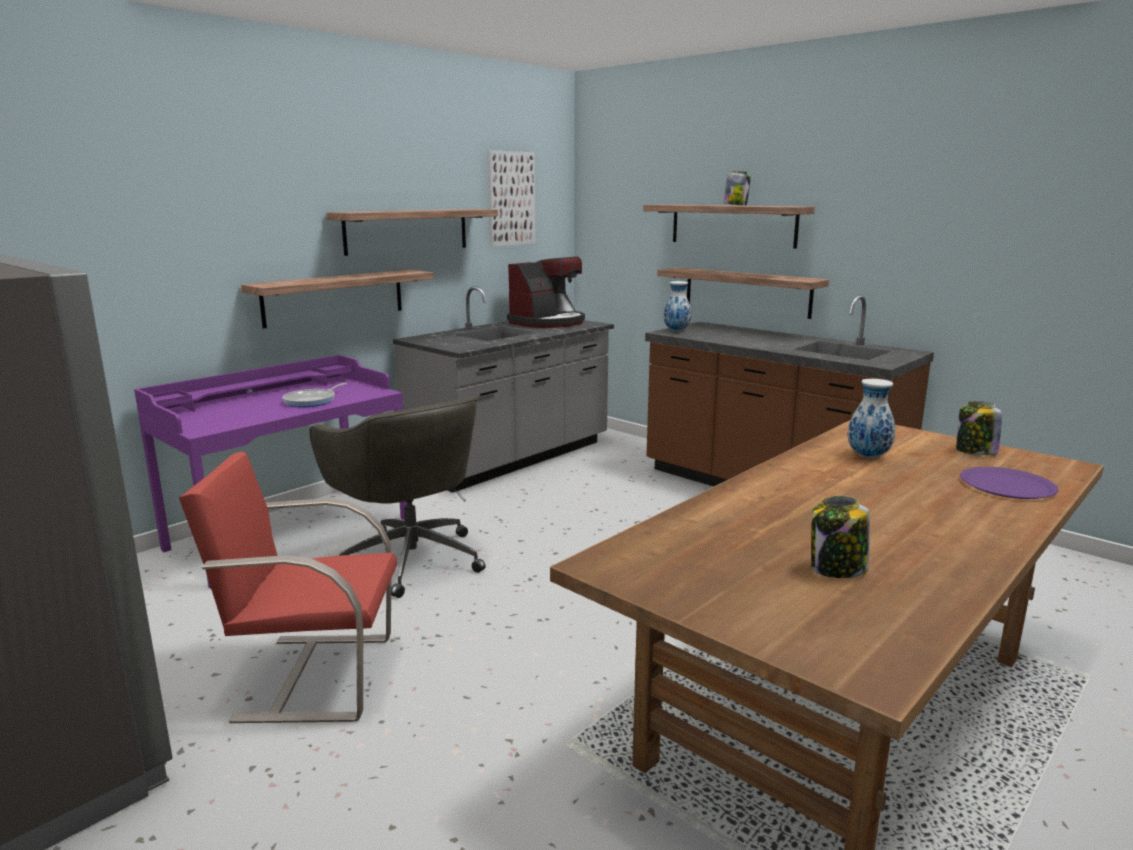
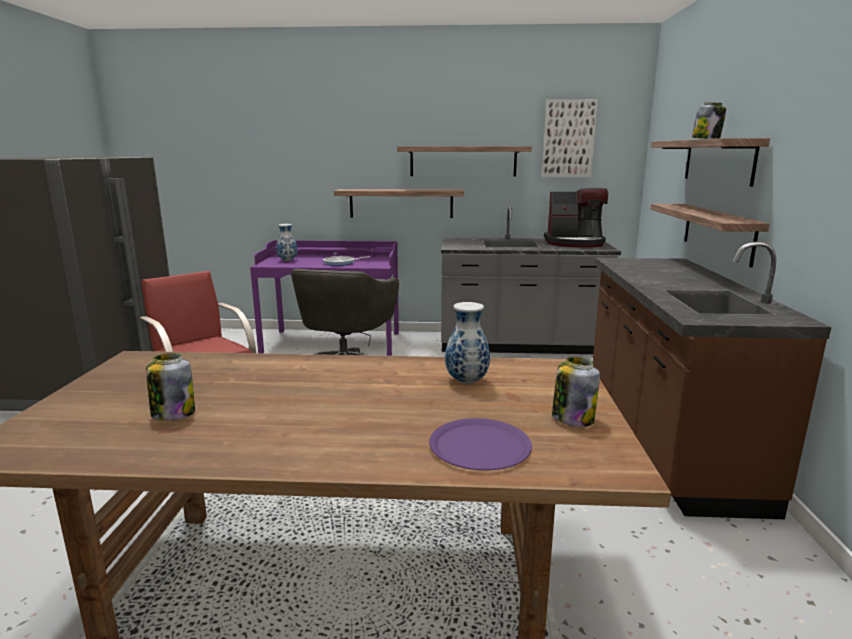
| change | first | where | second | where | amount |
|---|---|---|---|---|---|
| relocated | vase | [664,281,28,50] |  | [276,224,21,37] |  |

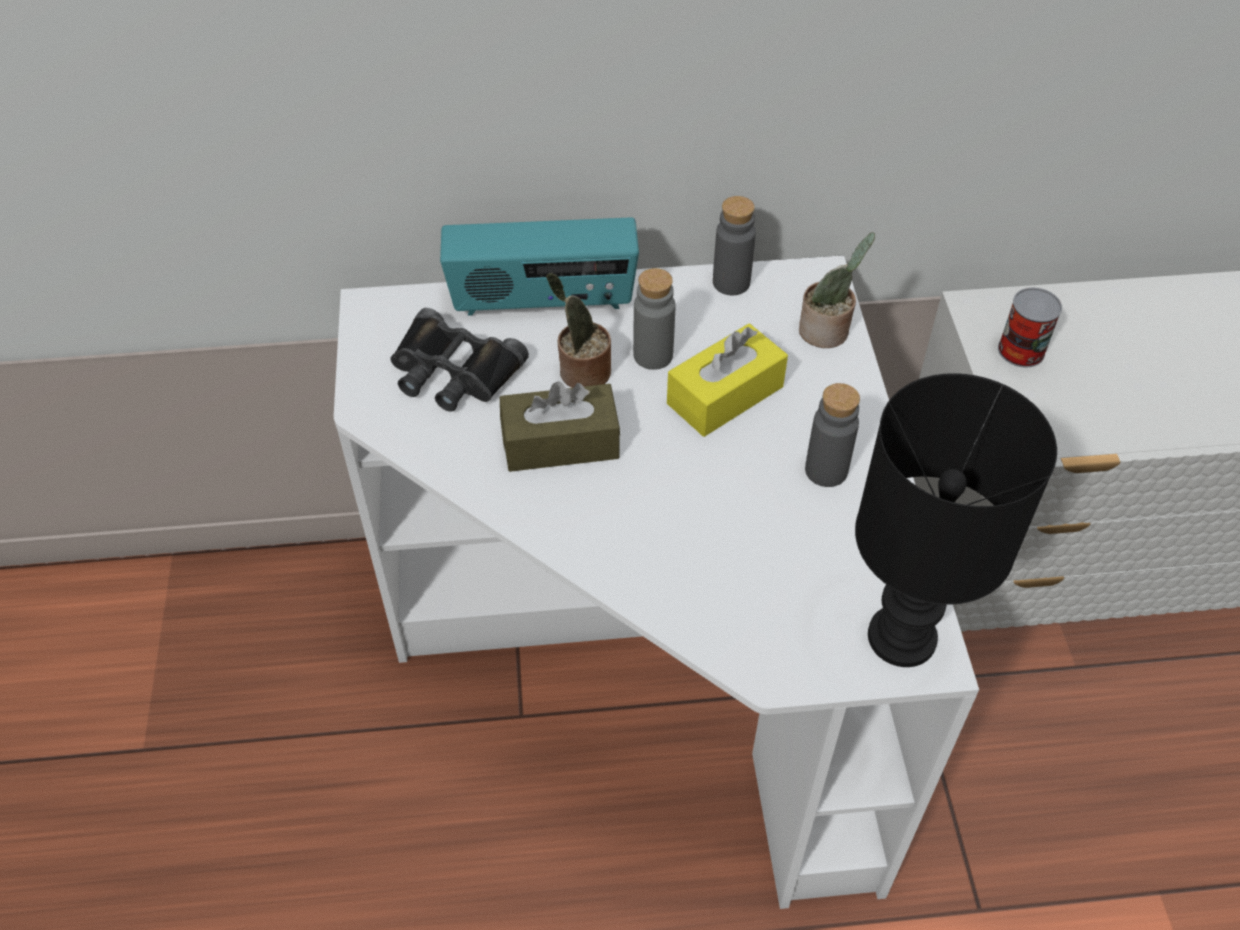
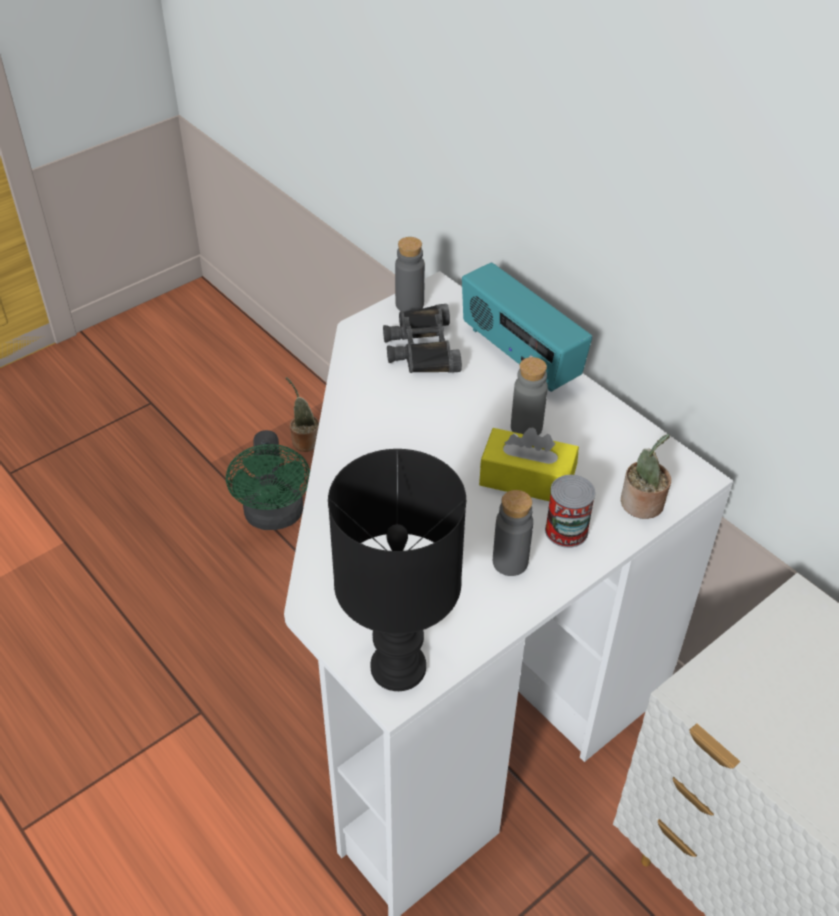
| change | first | where | second | where | amount |
|---|---|---|---|---|---|
| missing | brown tissue box | [500,381,120,91] |  |  |  |
| relocated | potted plant | [546,273,65,115] |  | [286,377,33,75] |  |
| relocated | grey bottle | [713,196,43,99] |  | [395,237,30,75] |  |
| relocated | can | [998,288,64,79] |  | [545,475,50,73] |  |
| appeared |  |  | green fan | [226,430,84,100] |  |

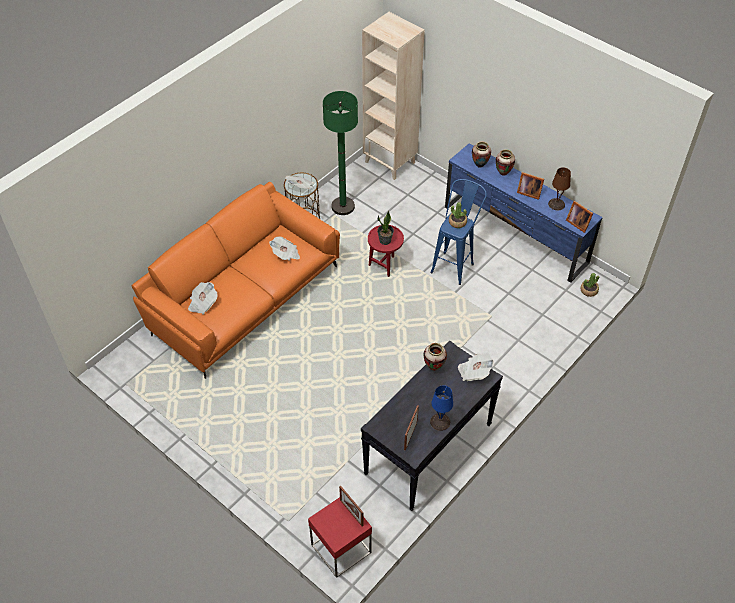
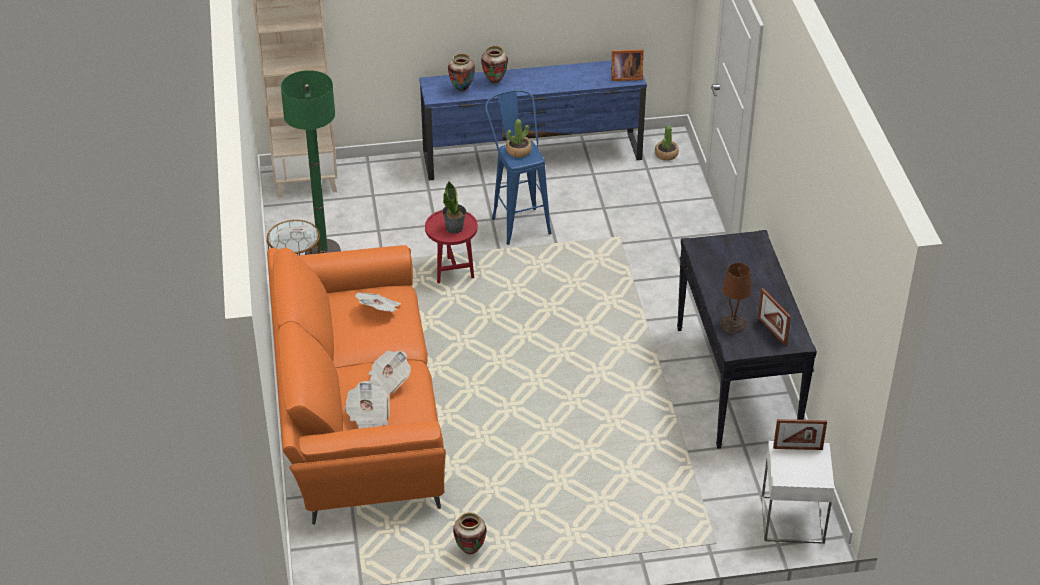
| change | first | where | second | where | amount |
|---|---|---|---|---|---|
| colour | red side table | [308,497,64,81] | white side table | [761,441,73,103] |  |
| relocated | vase | [423,343,24,28] |  | [453,512,33,42] |  |
| missing | blue table lamp | [430,385,23,46] |  |  |  |
| relocated | newspaper | [458,354,36,27] |  | [368,351,43,43] |  |
| missing | picture frame | [517,172,27,28] |  |  |  |
| relocated | brown table lamp | [548,167,23,43] |  | [720,263,31,70] |  |

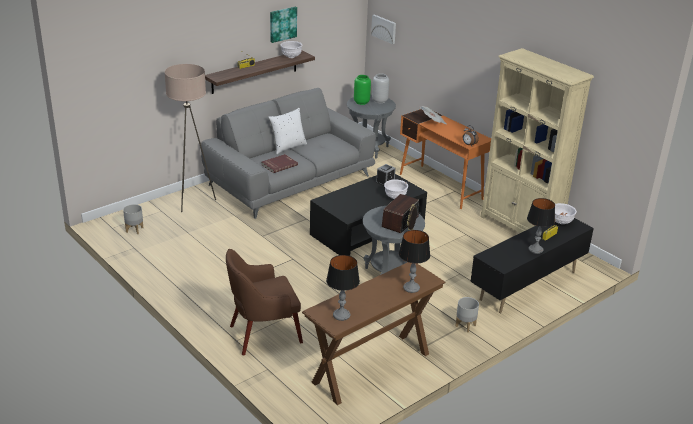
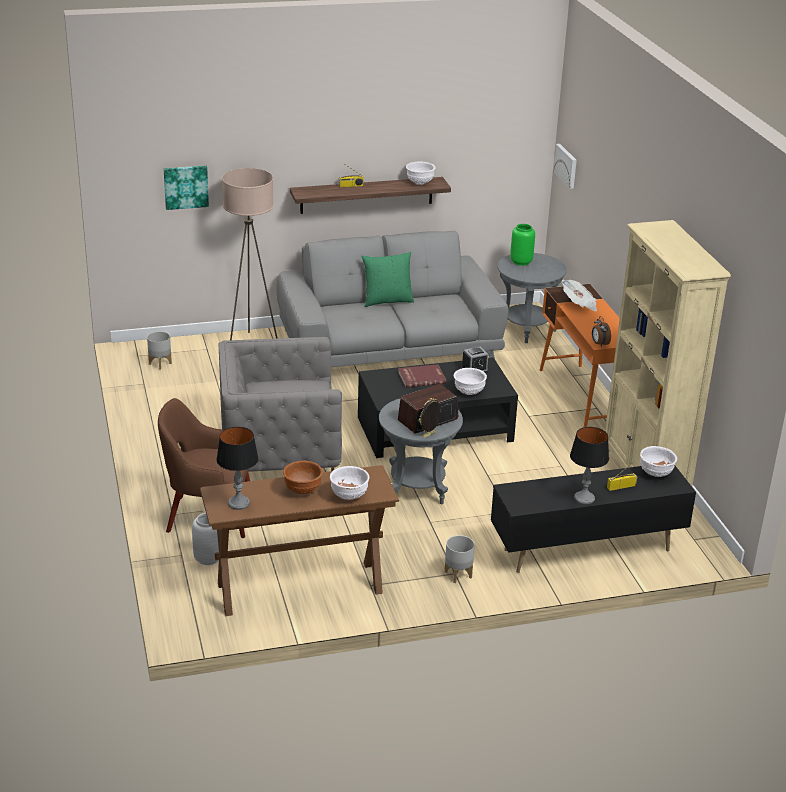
| change | first | where | second | where | amount |
|---|---|---|---|---|---|
| relocated | red book | [261,154,37,19] |  | [398,364,48,24] |  |
| colour | white pillow | [268,108,39,46] | green pillow | [361,252,53,55] |  |
| relocated | picture | [270,7,27,36] |  | [164,166,45,44] |  |
| relocated | grey vase | [372,74,17,29] |  | [192,513,27,52] |  |
| exchanged | table lamp | [399,230,31,63] | white bowl | [330,466,39,34] |  |
| appeared |  |  | grey armchair | [219,337,123,135] |  |
| appeared |  |  | brown bowl | [283,461,40,33] |  |

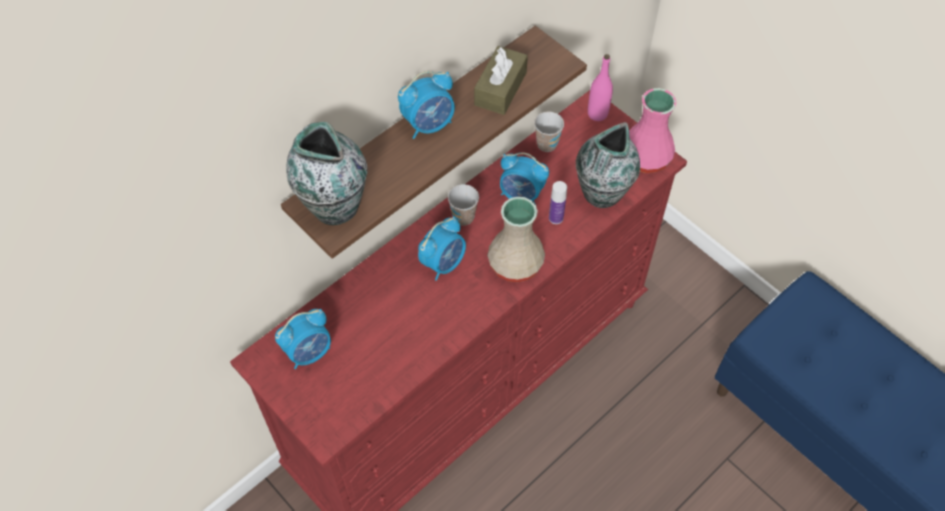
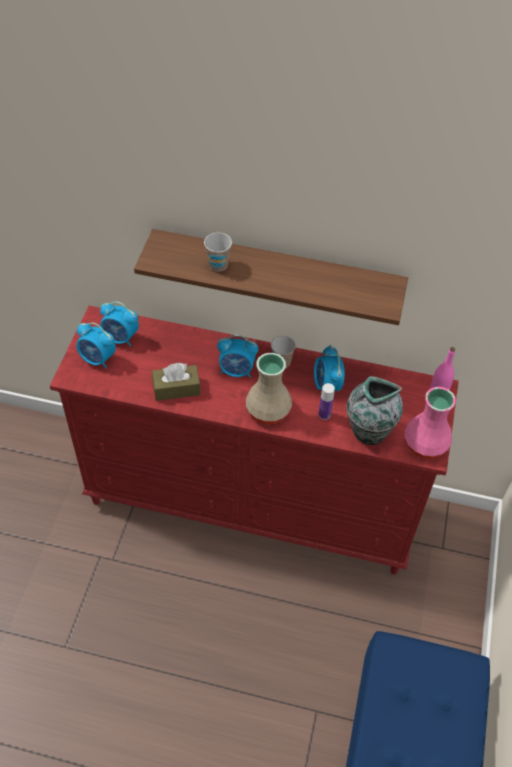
| change | first | where | second | where | amount |
|---|---|---|---|---|---|
| missing | vase | [287,122,80,103] |  |  |  |
| relocated | alarm clock | [398,71,57,68] |  | [76,323,40,46] |  |
| relocated | brown tissue box | [474,46,54,69] |  | [152,363,49,38] |  |
| relocated | cup | [534,111,30,41] |  | [204,232,28,40] |  |

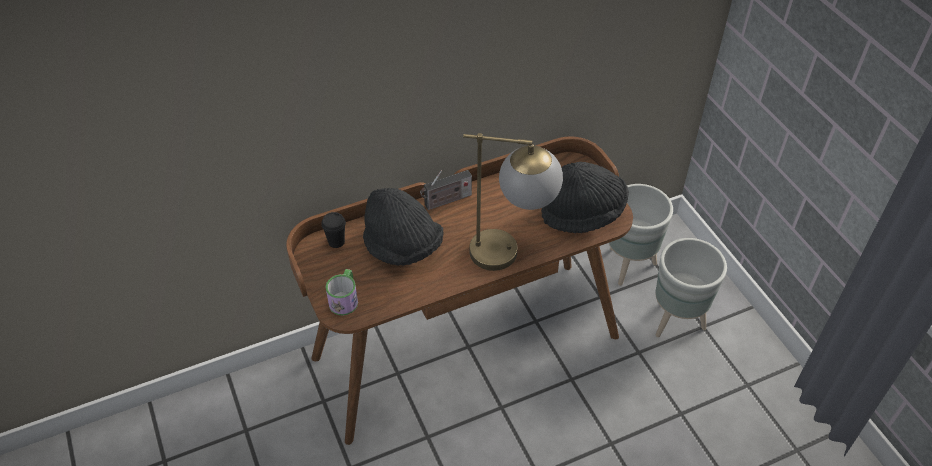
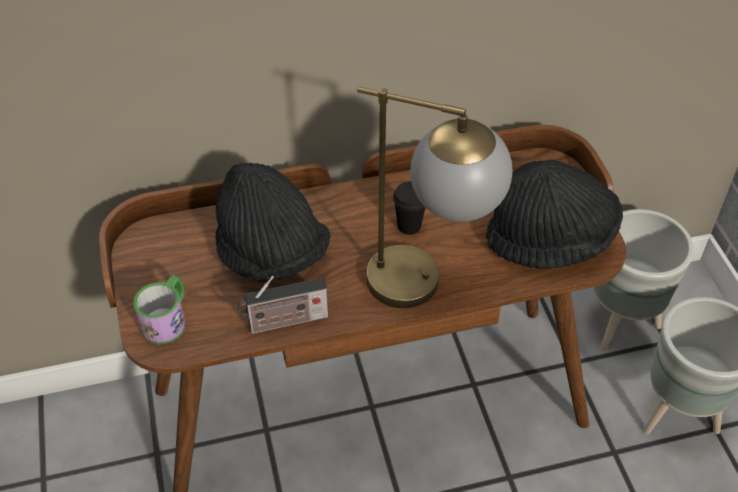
| change | first | where | second | where | amount |
|---|---|---|---|---|---|
| relocated | black cup | [321,212,25,36] |  | [393,181,32,54] |  |
| relocated | radio | [420,170,52,40] |  | [237,276,92,58] |  |

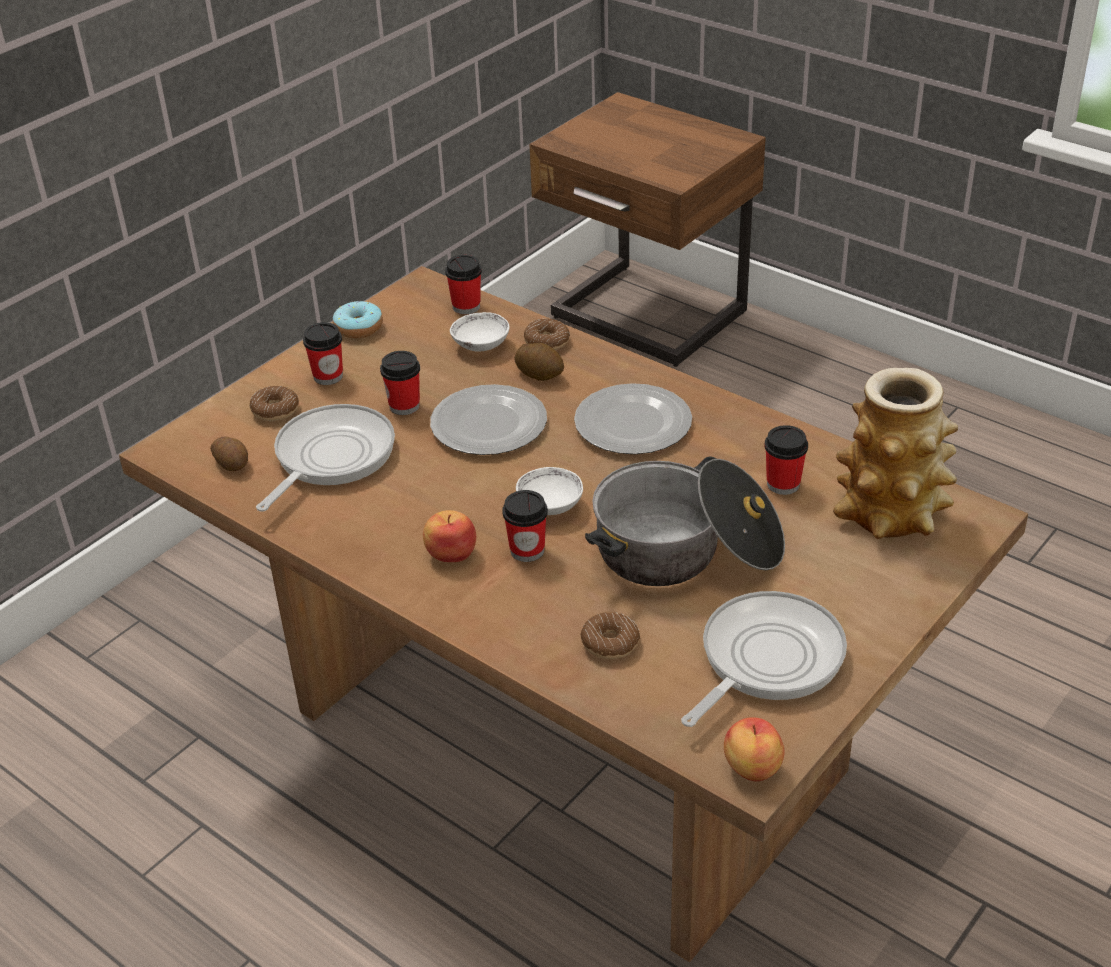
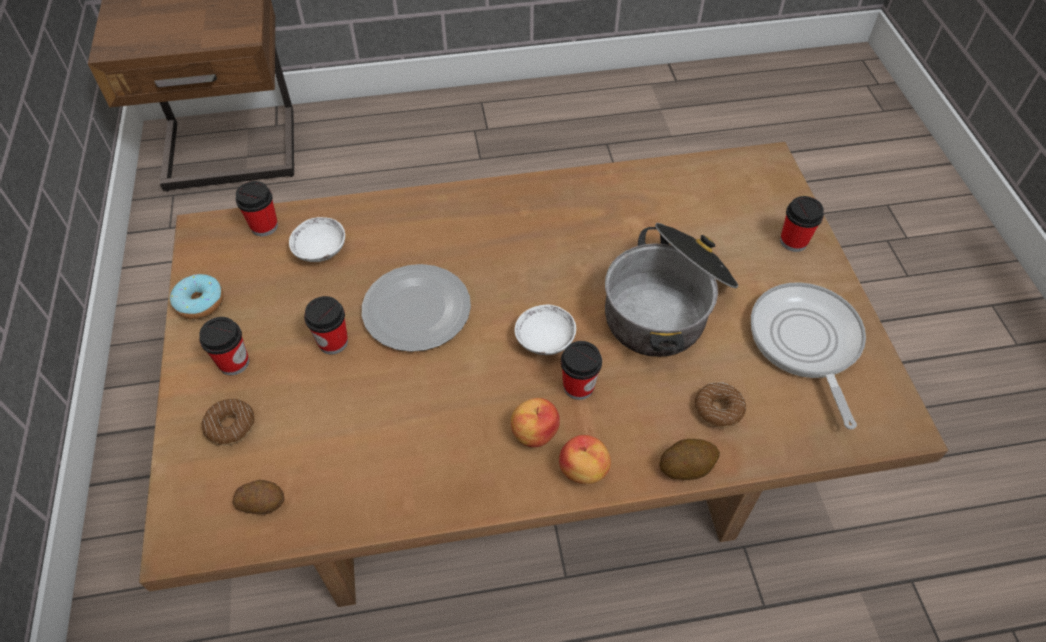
| change | first | where | second | where | amount |
|---|---|---|---|---|---|
| missing | frying pan | [256,404,139,108] |  |  |  |
| relocated | potato | [514,343,50,38] |  | [659,439,61,41] |  |
| missing | donut | [524,319,46,31] |  |  |  |
| missing | plate | [574,383,118,71] |  |  |  |
| relocated | apple | [724,717,61,64] |  | [559,435,52,49] |  |
| relocated | cup | [764,425,44,70] |  | [780,196,44,56] |  |
| missing | vase | [833,368,125,171] |  |  |  |

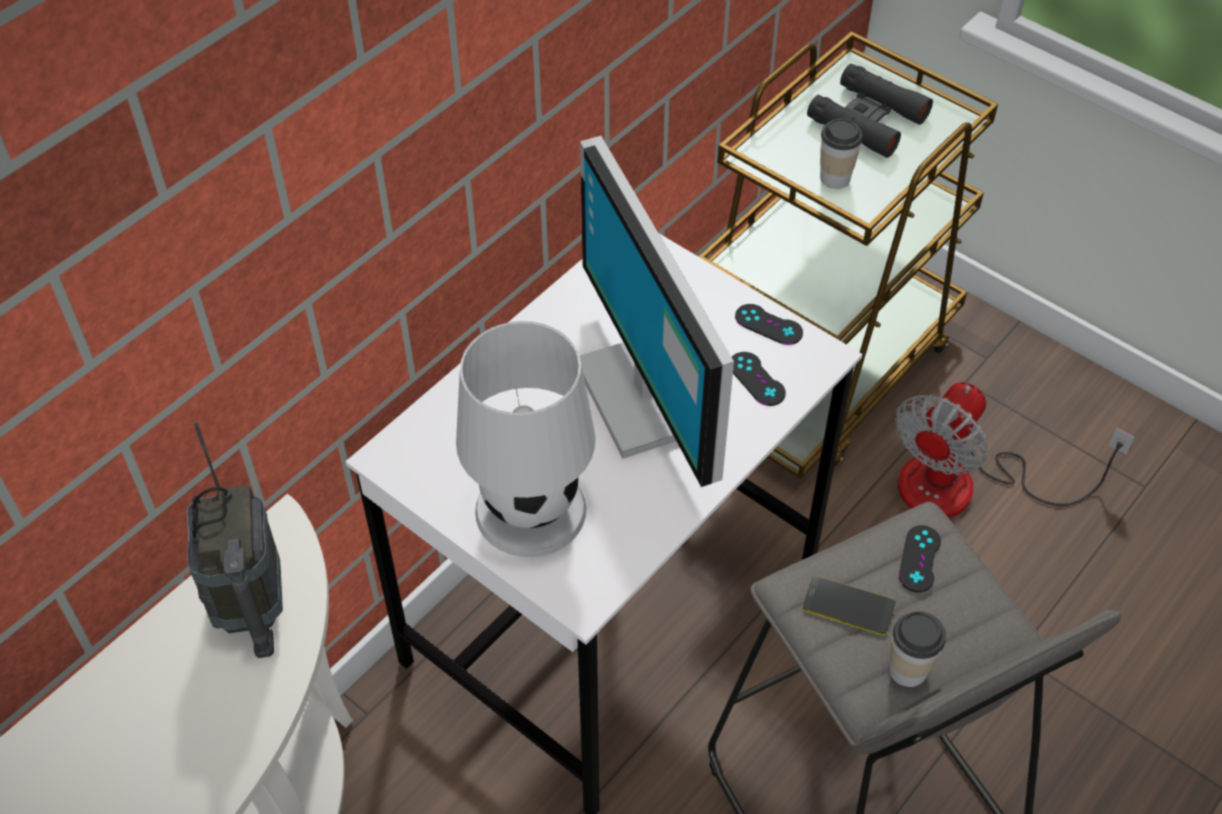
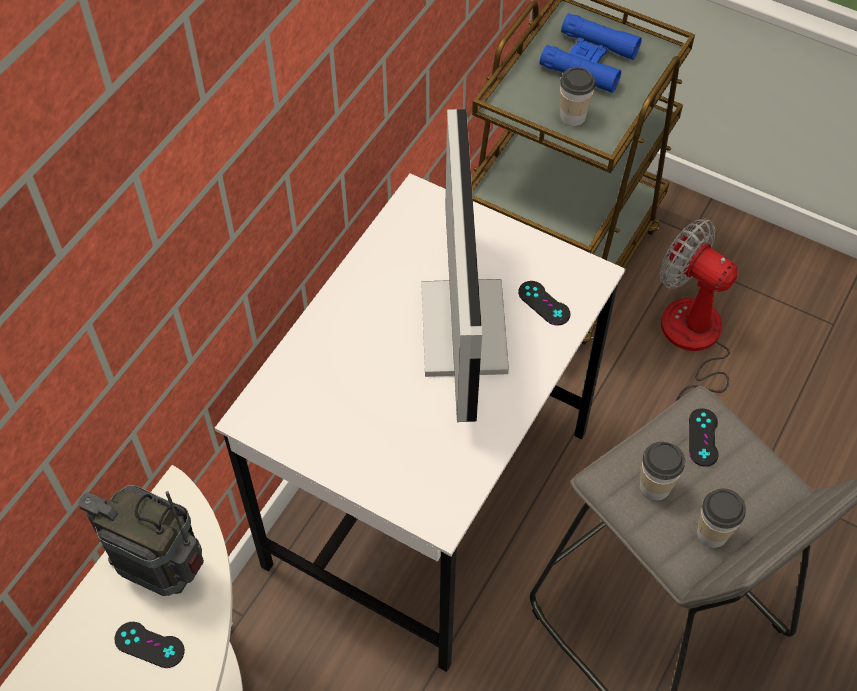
| change | first | where | second | where | amount |
|---|---|---|---|---|---|
| spun | radio | [187,421,96,237] |  | [78,485,126,111] | 135 degrees clockwise |
| missing | white table lamp | [456,321,140,236] |  |  |  |
| spun | monitor | [580,136,154,351] |  | [422,109,87,313] | 150 degrees counterclockwise |
| relocated | black game controller | [735,304,68,41] |  | [114,622,71,46] |  |
| exchanged | phone | [802,576,94,59] | cup | [640,442,45,59] |  |
| colour | black binoculars | [807,63,126,95] | blue binoculars | [540,13,102,80] |  |
| spun | fan | [896,382,239,136] |  | [660,219,77,183] | 105 degrees clockwise |

